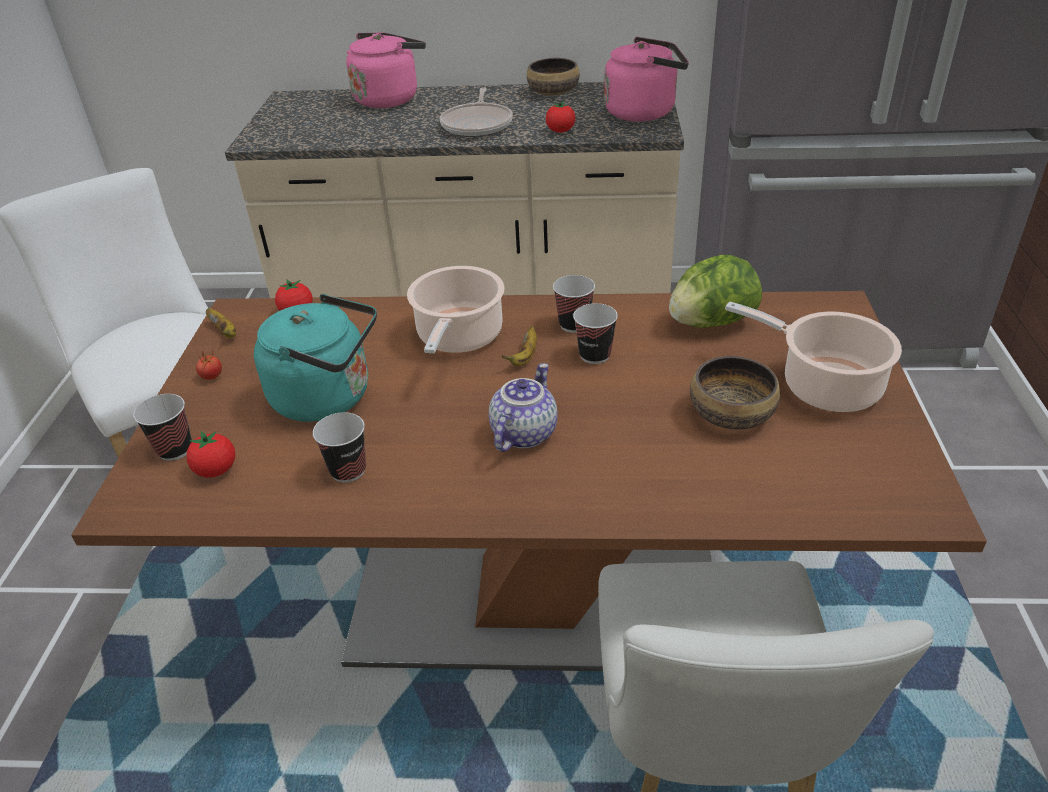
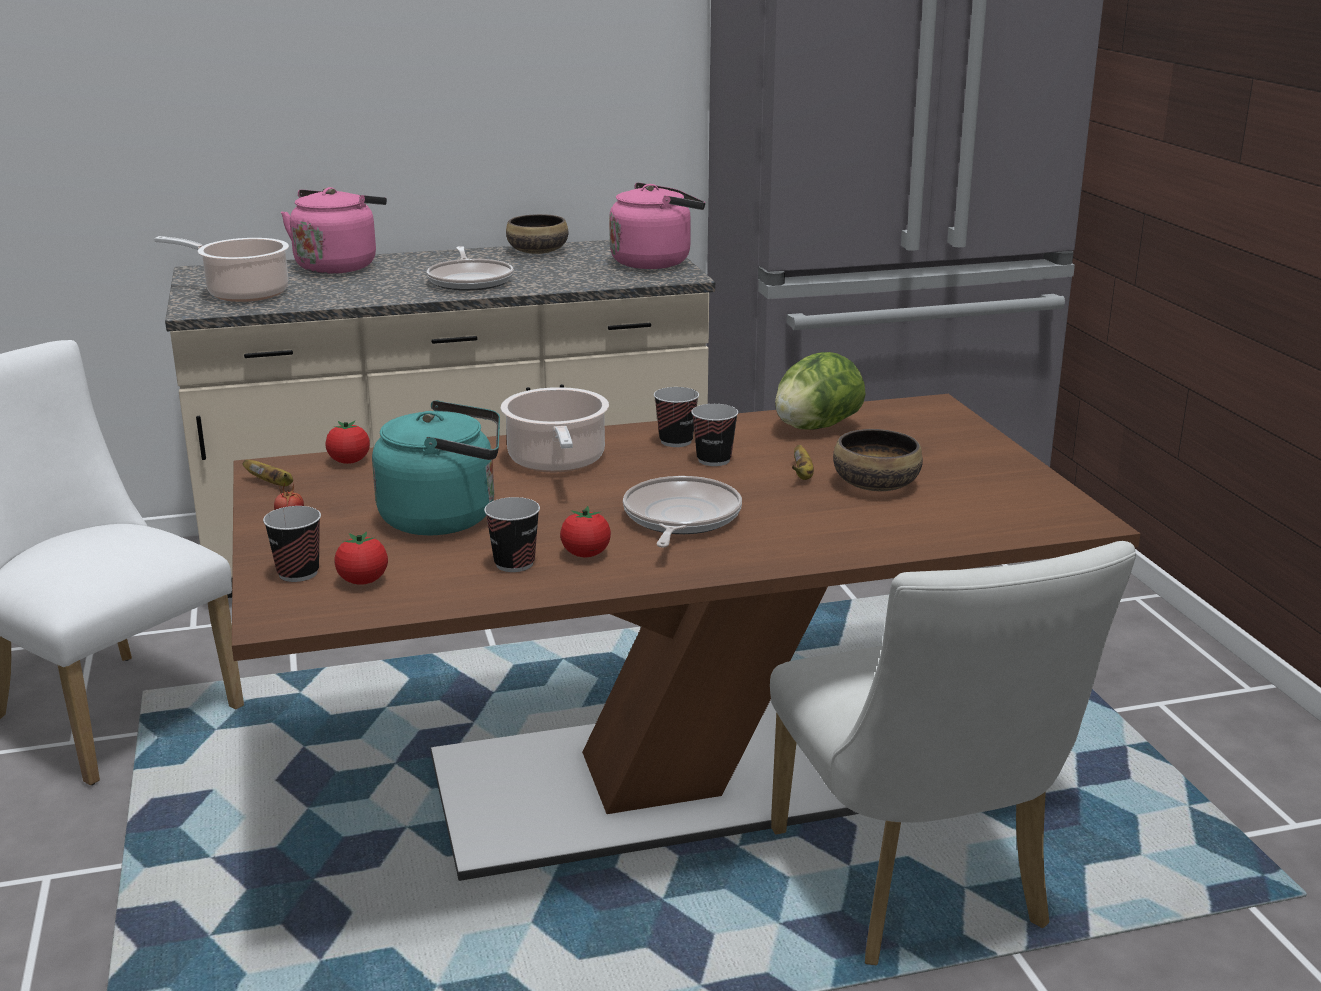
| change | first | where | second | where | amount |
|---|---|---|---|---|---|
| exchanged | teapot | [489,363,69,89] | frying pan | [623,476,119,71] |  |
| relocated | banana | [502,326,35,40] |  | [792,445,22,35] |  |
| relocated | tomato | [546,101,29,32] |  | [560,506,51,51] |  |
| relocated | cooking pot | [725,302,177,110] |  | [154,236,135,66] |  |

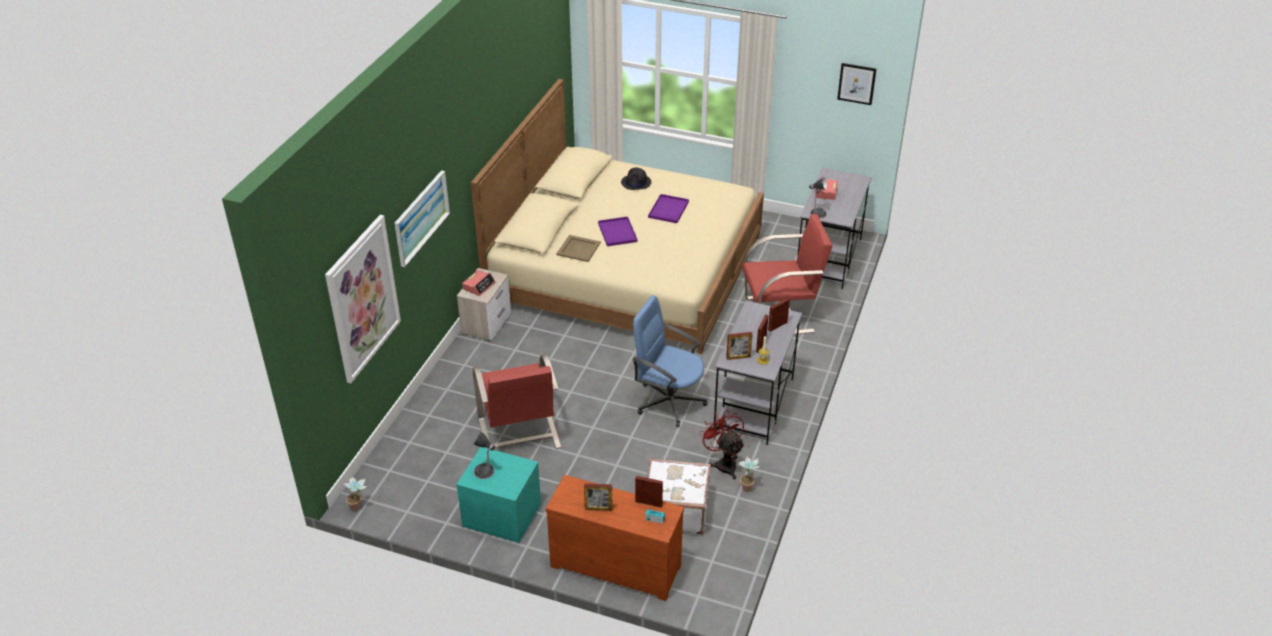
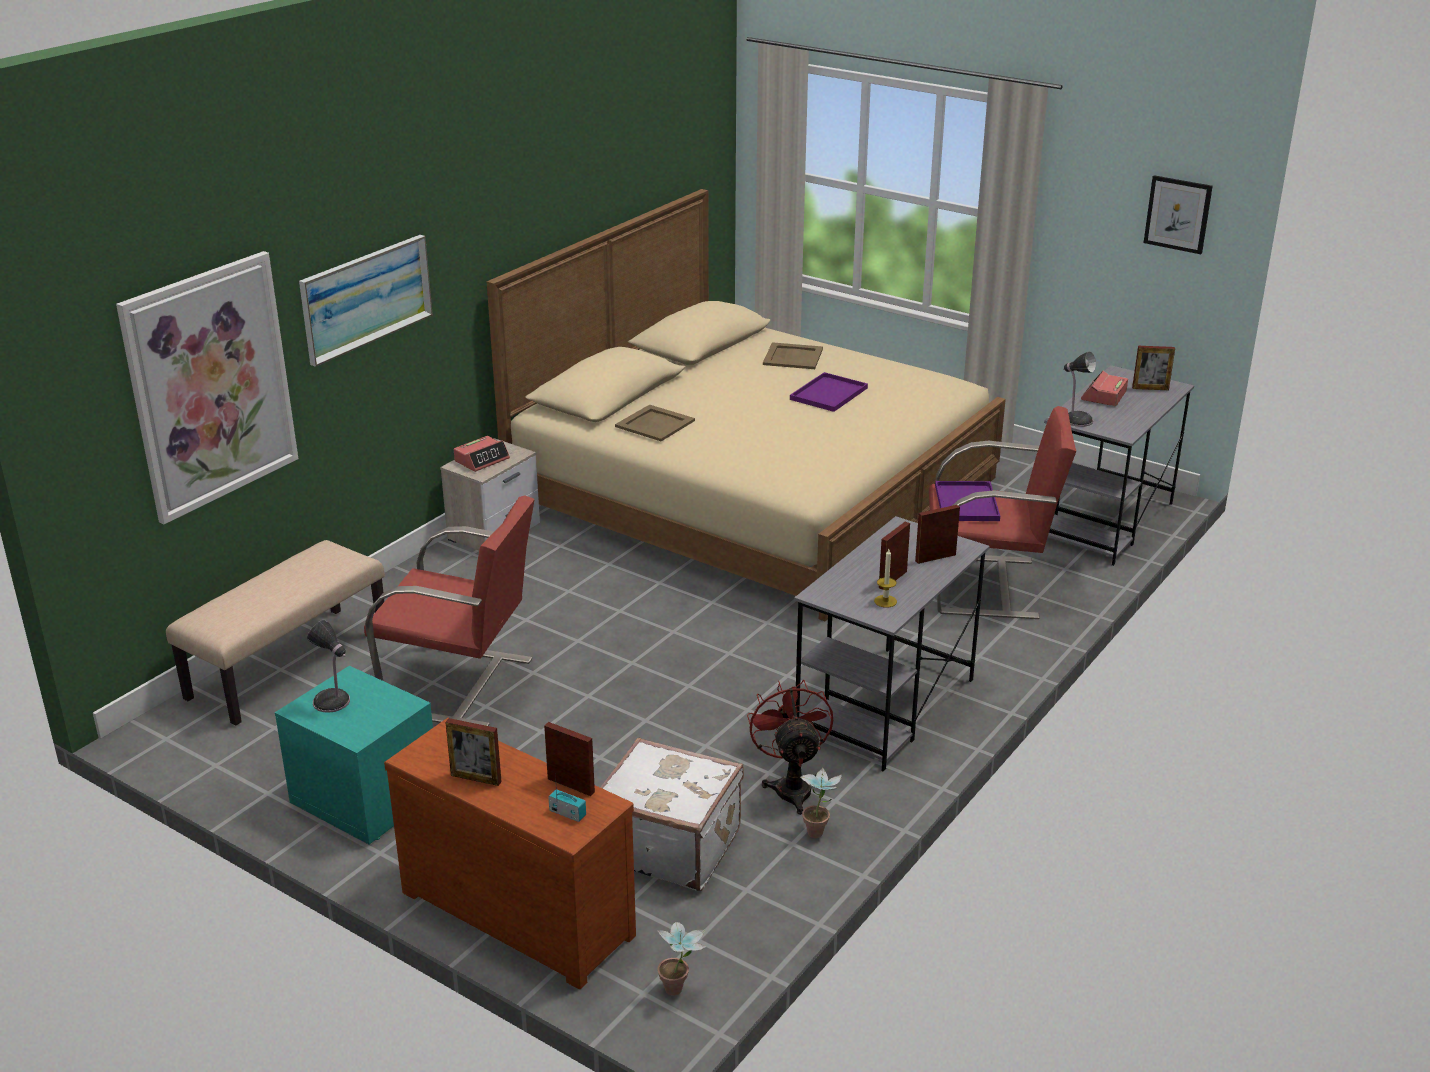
| change | first | where | second | where | amount |
|---|---|---|---|---|---|
| relocated | potted plant | [343,477,24,34] |  | [657,922,49,74] |  |
| spun | red armchair | [473,354,88,95] |  | [364,495,171,231] | 75 degrees counterclockwise |
| relocated | purple tray | [598,216,40,30] |  | [935,481,65,40] |  |
| exchanged | black hat | [621,168,30,22] | beige tray | [763,342,60,27] |  |
| missing | blue office chair | [633,295,75,132] |  |  |  |
| relocated | picture frame | [726,332,27,28] |  | [1132,346,43,44] |  |
| appeared |  |  | beige bench | [166,540,219,186] |  |

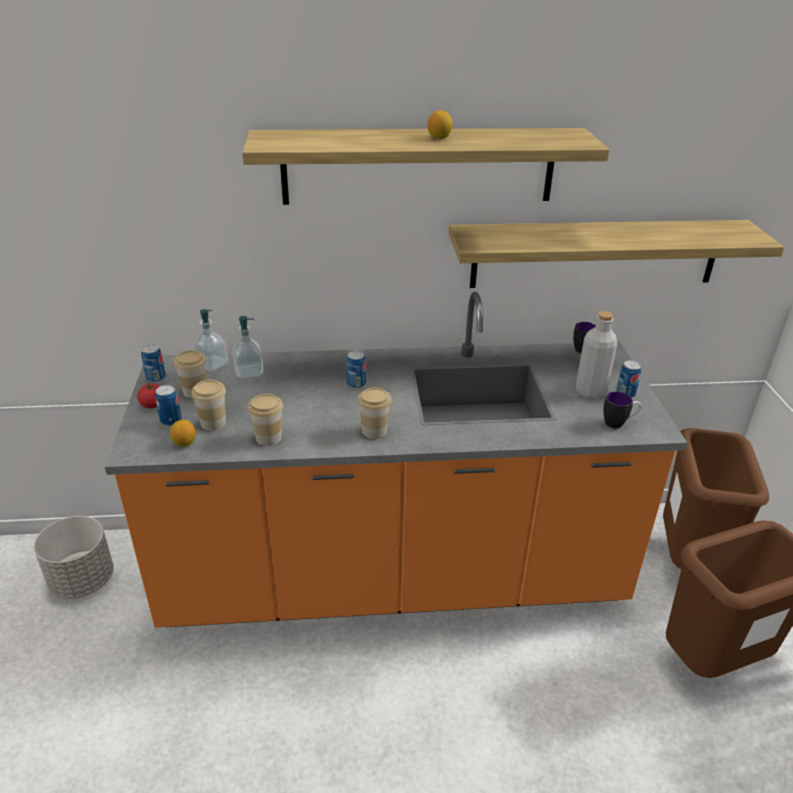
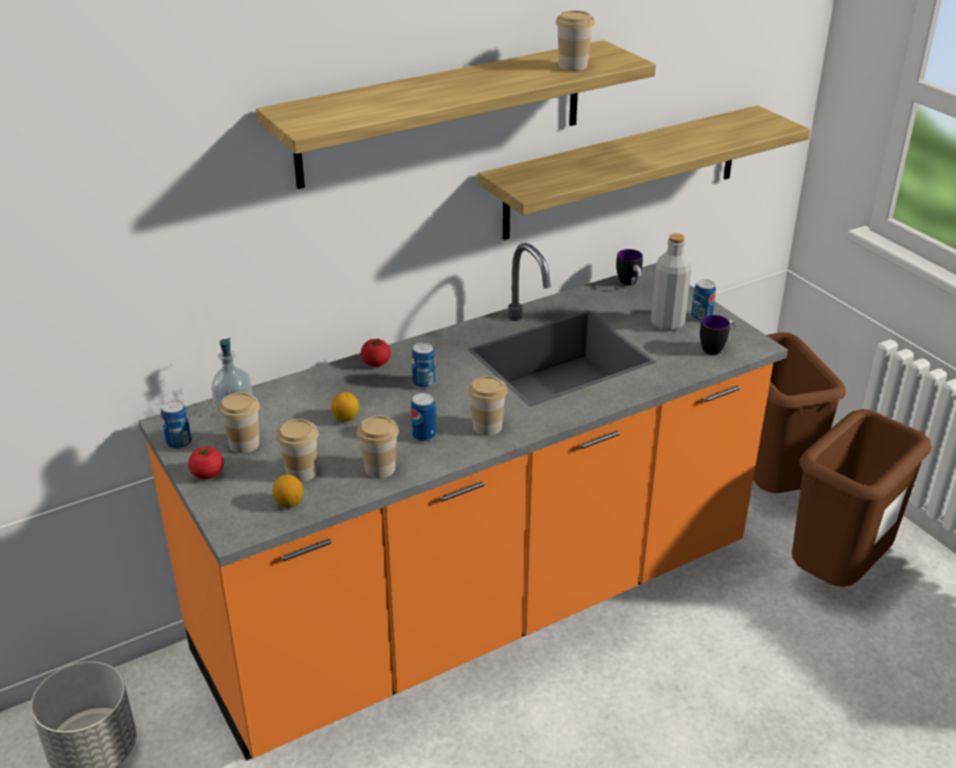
| change | first | where | second | where | amount |
|---|---|---|---|---|---|
| relocated | can | [155,385,27,41] |  | [411,393,26,49] |  |
| missing | soap dispenser | [232,316,31,63] |  |  |  |
| relocated | lemon | [428,110,25,29] |  | [331,392,28,30] |  |
| appeared |  |  | tomato | [361,338,30,29] |  |
| appeared |  |  | cup | [556,10,39,61] |  |

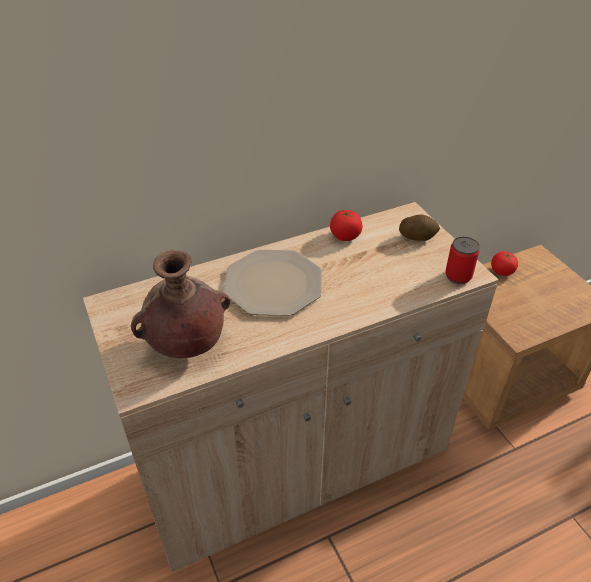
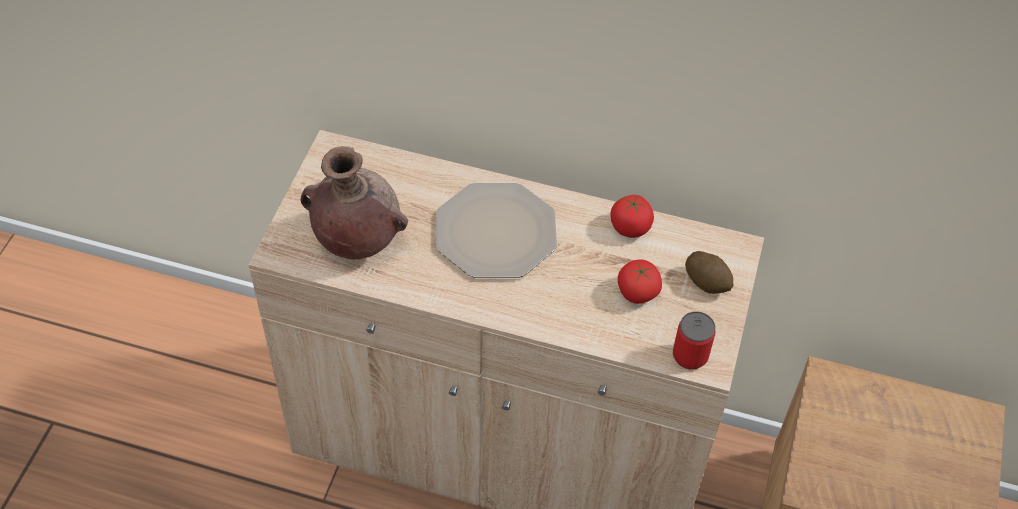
| change | first | where | second | where | amount |
|---|---|---|---|---|---|
| relocated | tomato | [491,251,27,25] |  | [618,259,44,45] |  |

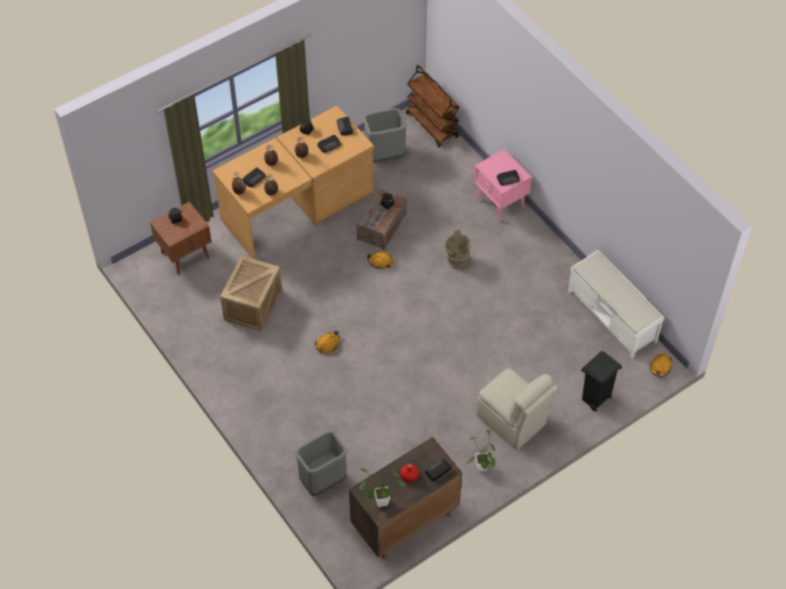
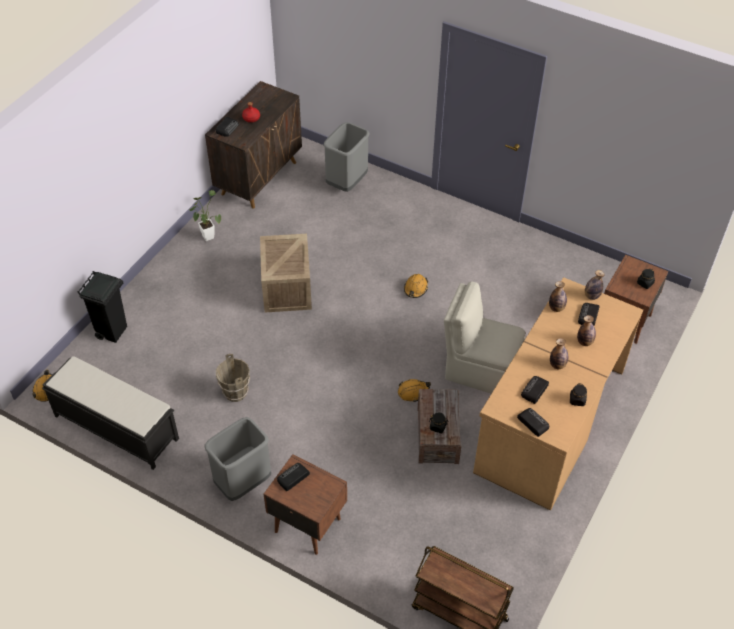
| change | first | where | second | where | amount |
|---|---|---|---|---|---|
| relocated | crate | [220,255,62,77] |  | [260,234,52,78] |  |
| missing | potted plant | [359,467,46,40] |  |  |  |
| relocated | grey trash can | [363,108,43,55] |  | [204,417,67,84] |  |
| relocated | brown bucket | [445,230,27,39] |  | [216,354,34,48] |  |
| colour | pink nightstand | [474,149,58,73] | brown nightstand | [263,454,84,101] |  |
| relocated | beige chair | [476,368,82,82] |  | [444,282,81,112] |  |
| colour | white bench | [568,250,97,108] | black bench | [42,356,137,114] |  |

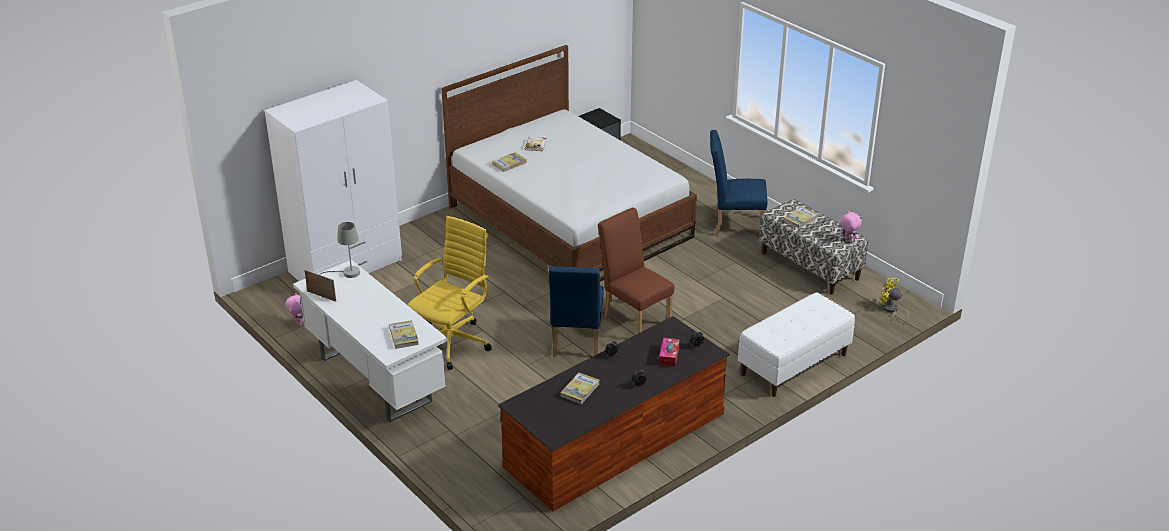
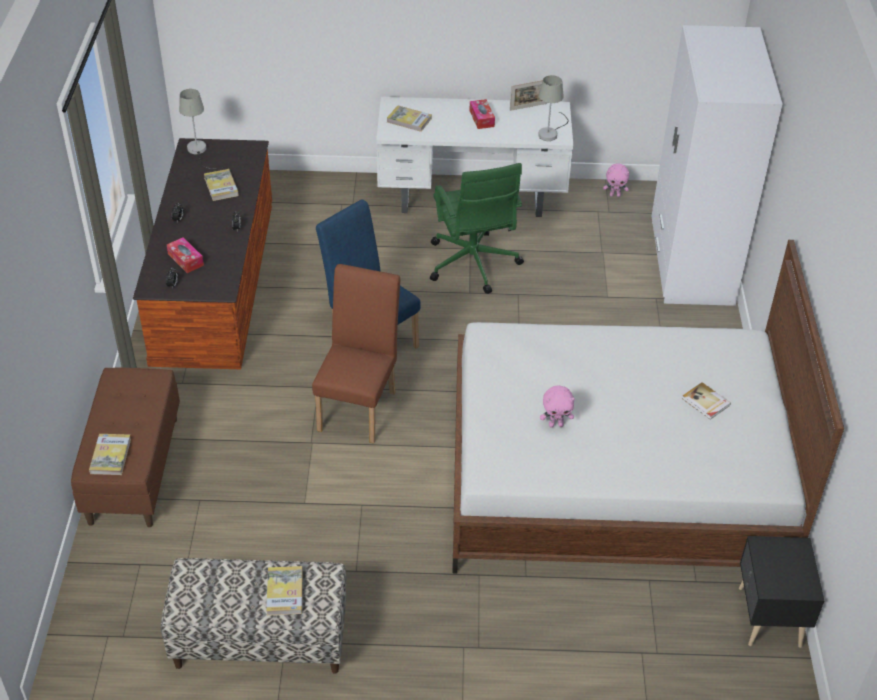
| change | first | where | second | where | amount |
|---|---|---|---|---|---|
| colour | yellow office chair | [407,216,85,154] | green office chair | [430,163,94,131] |  |
| relocated | book | [492,152,35,20] |  | [89,434,42,41] |  |
| spun | brown chair | [598,207,76,126] |  | [312,264,88,179] | 75 degrees counterclockwise |
| missing | blue chair | [710,130,58,106] |  |  |  |
| colour | white bench | [738,292,117,105] | brown bench | [71,368,109,159] |  |
| relocated | pink plush toy | [840,210,22,32] |  | [540,385,35,42] |  |
| missing | yellow fan | [880,277,29,47] |  |  |  |
| appeared |  |  | grey table lamp | [179,89,45,80] |  |
| appeared |  |  | tissue box | [469,99,26,30] |  |

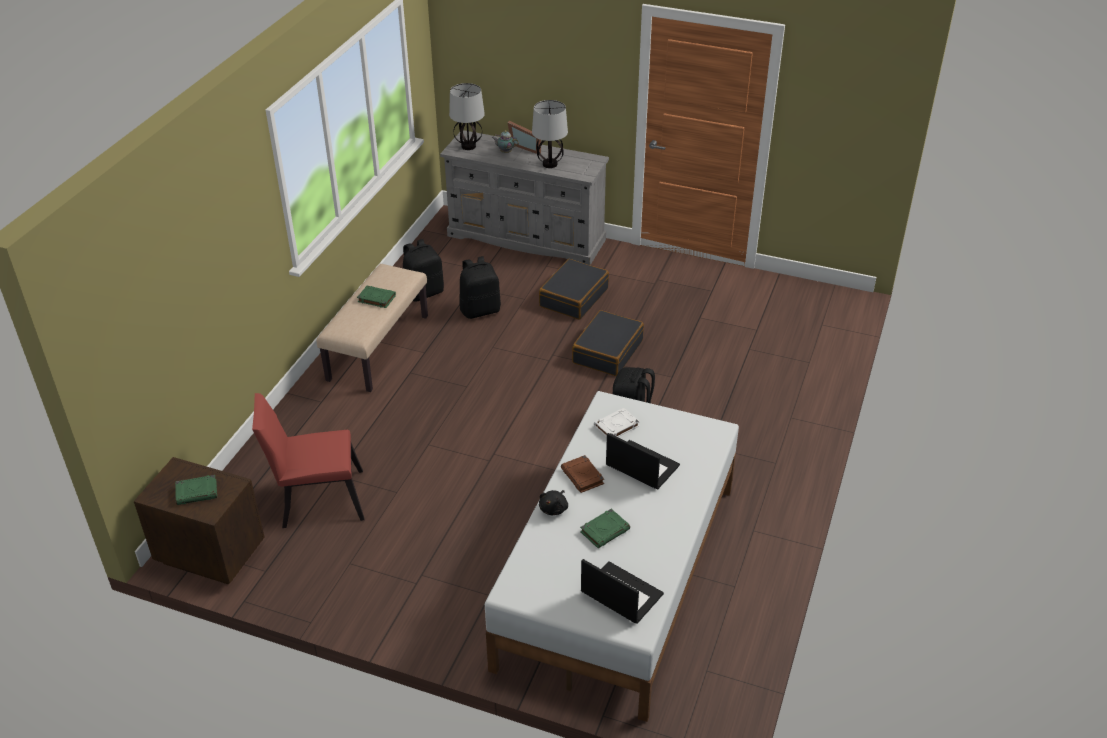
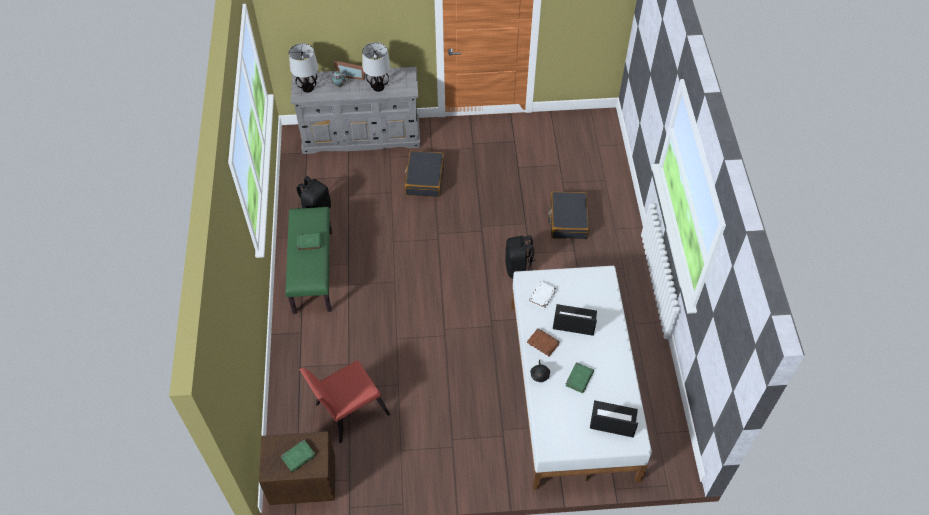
| change | first | where | second | where | amount |
|---|---|---|---|---|---|
| colour | beige bench | [317,264,111,128] | green bench | [286,207,46,107] |  |
| missing | black backpack | [459,256,42,63] |  |  |  |
| relocated | black suitcase | [572,310,72,66] |  | [548,192,41,47] |  |

